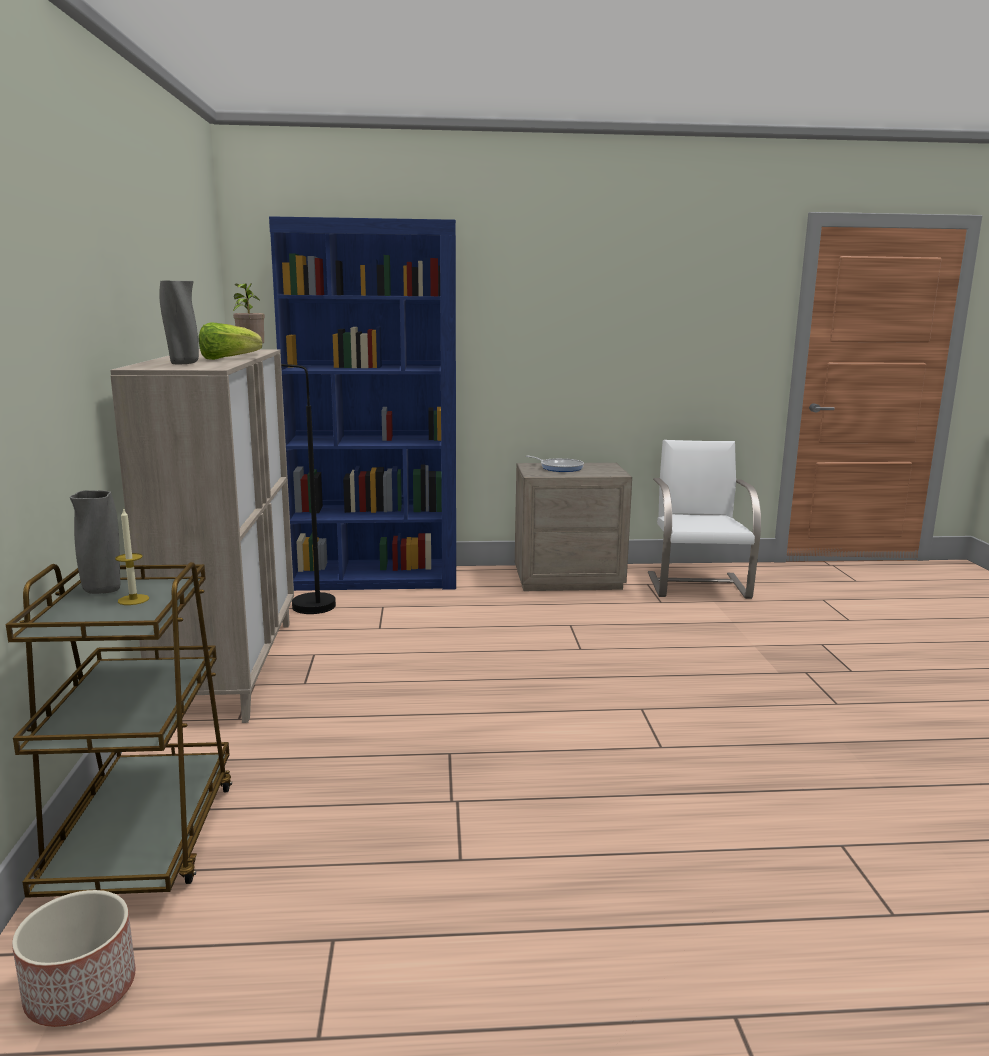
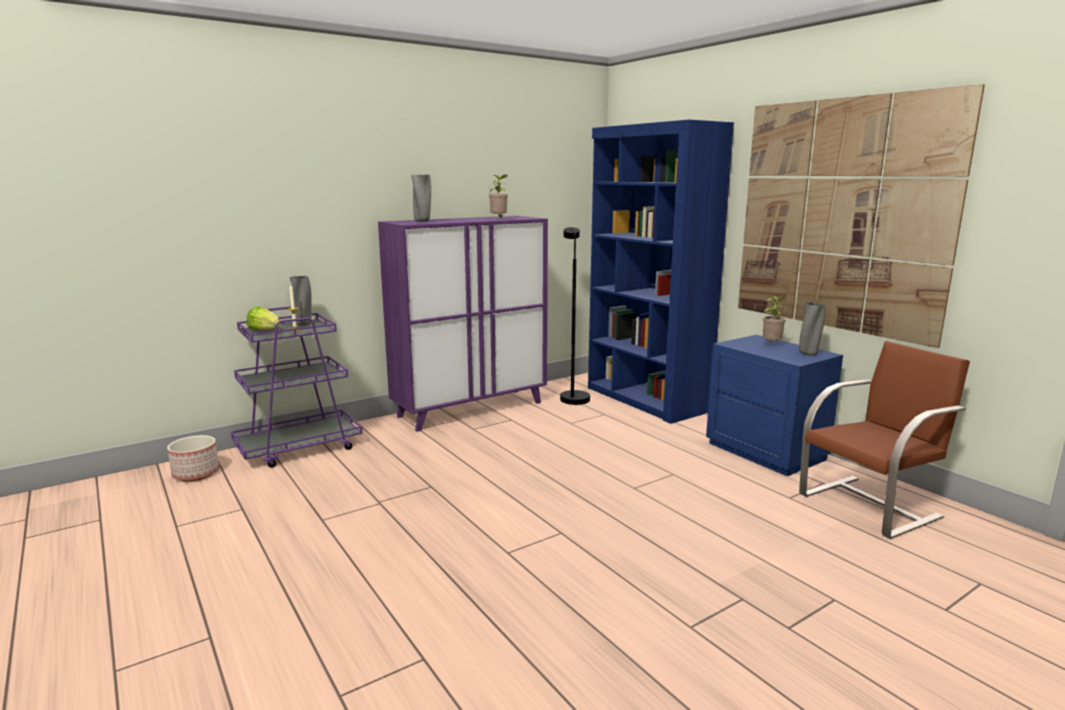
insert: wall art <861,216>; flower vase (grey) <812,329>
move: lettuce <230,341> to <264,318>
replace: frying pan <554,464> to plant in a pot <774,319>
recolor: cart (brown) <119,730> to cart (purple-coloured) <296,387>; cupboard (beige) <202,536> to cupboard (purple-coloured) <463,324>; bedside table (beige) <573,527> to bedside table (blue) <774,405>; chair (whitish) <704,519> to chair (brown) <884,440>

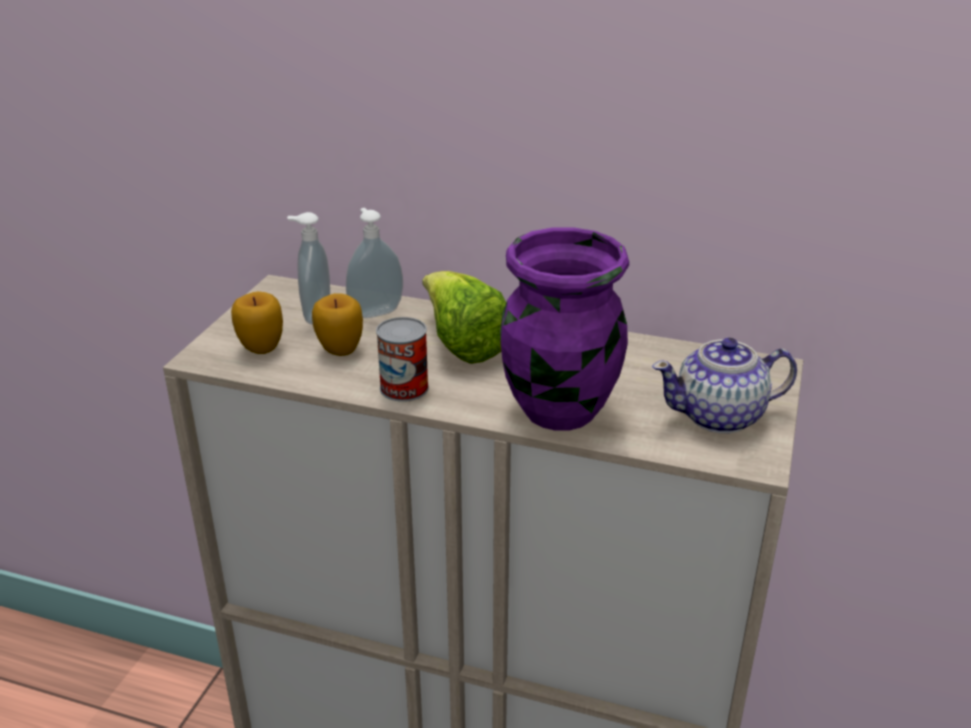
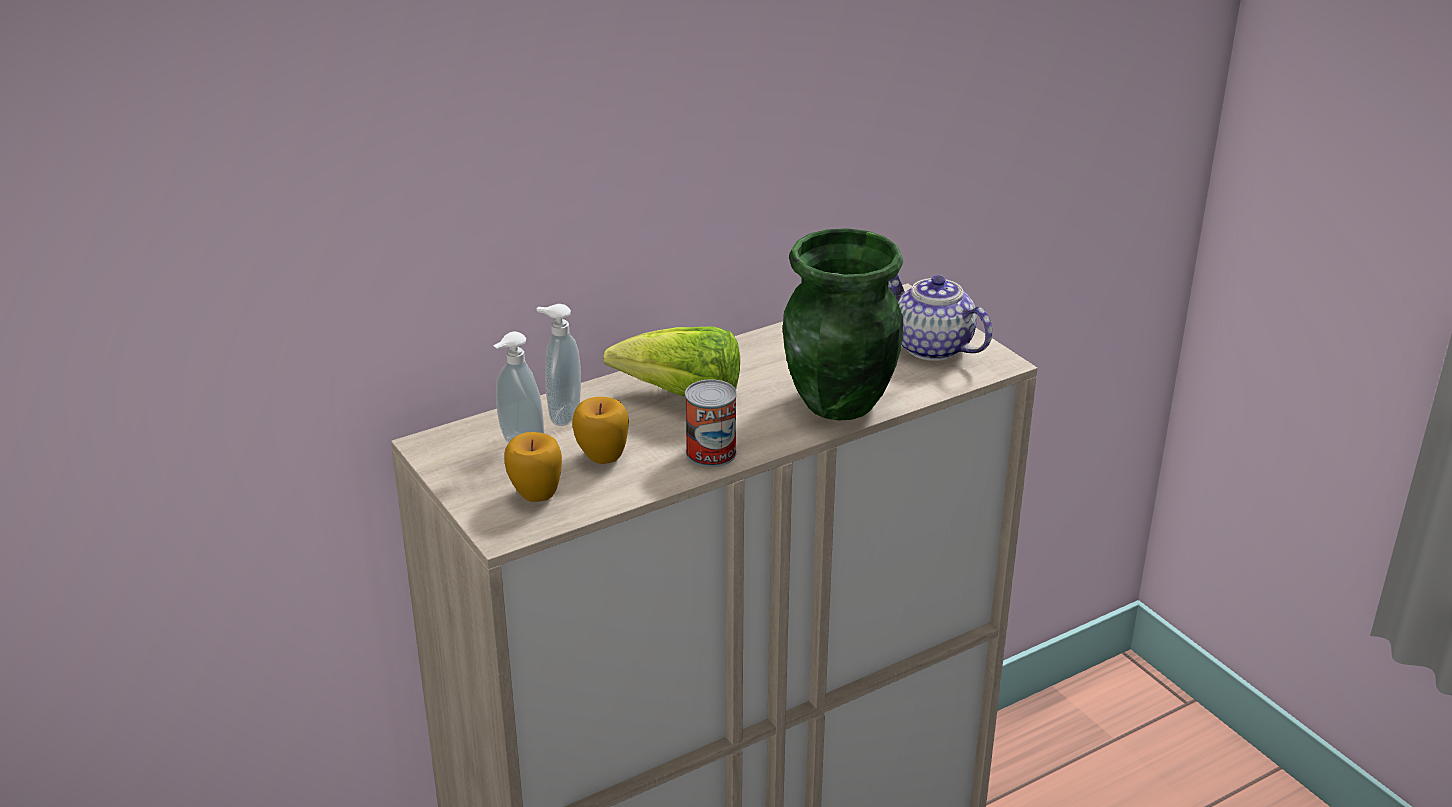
recolor: flower vase (purple-coloured) <564,329> to flower vase (greenish) <843,324>
rotate: teapot <724,386> = <940,317> 105 degrees clockwise

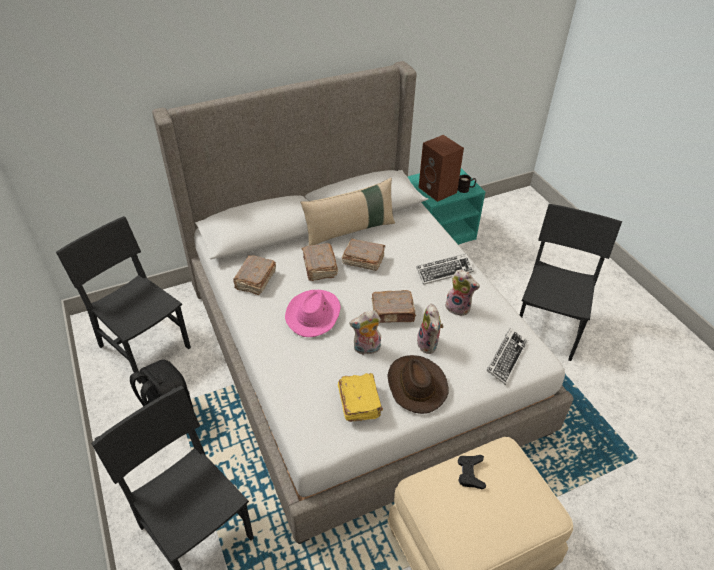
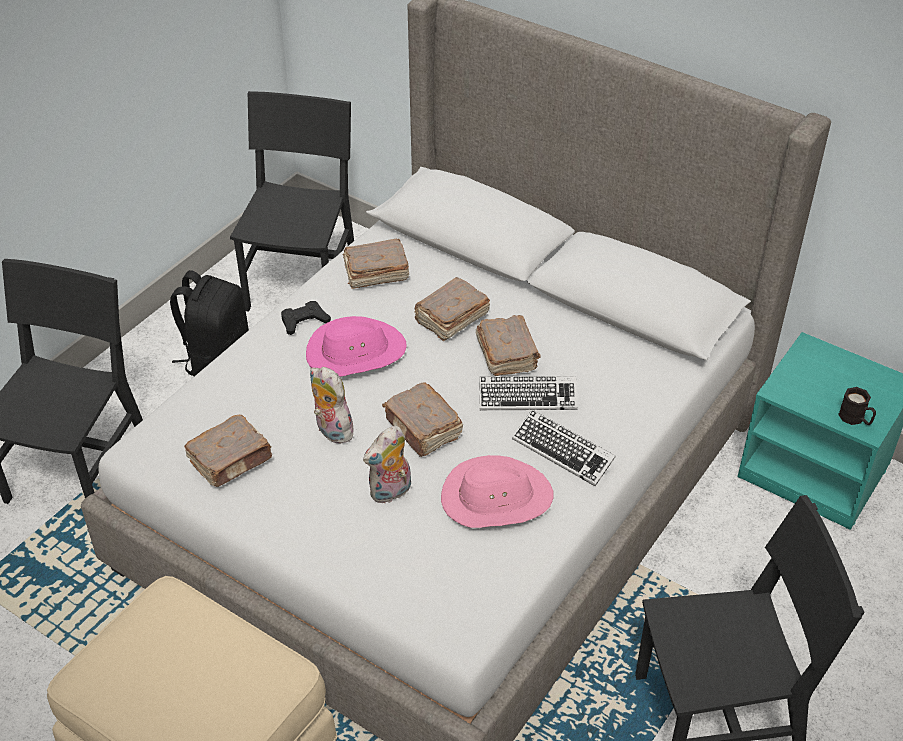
delete: throw pillow (beige) <347,212>; clothing hat (brown) <418,384>; audio speaker (brown) <441,168>
move: game controller (black) <472,472> to <306,318>; PC keyboard <507,356> to <528,393>
replace: soft toy <462,292> to clothing hat (pinkish) <497,491>
recolor: volume (yellowish) <360,397> to volume (brown) <228,451>

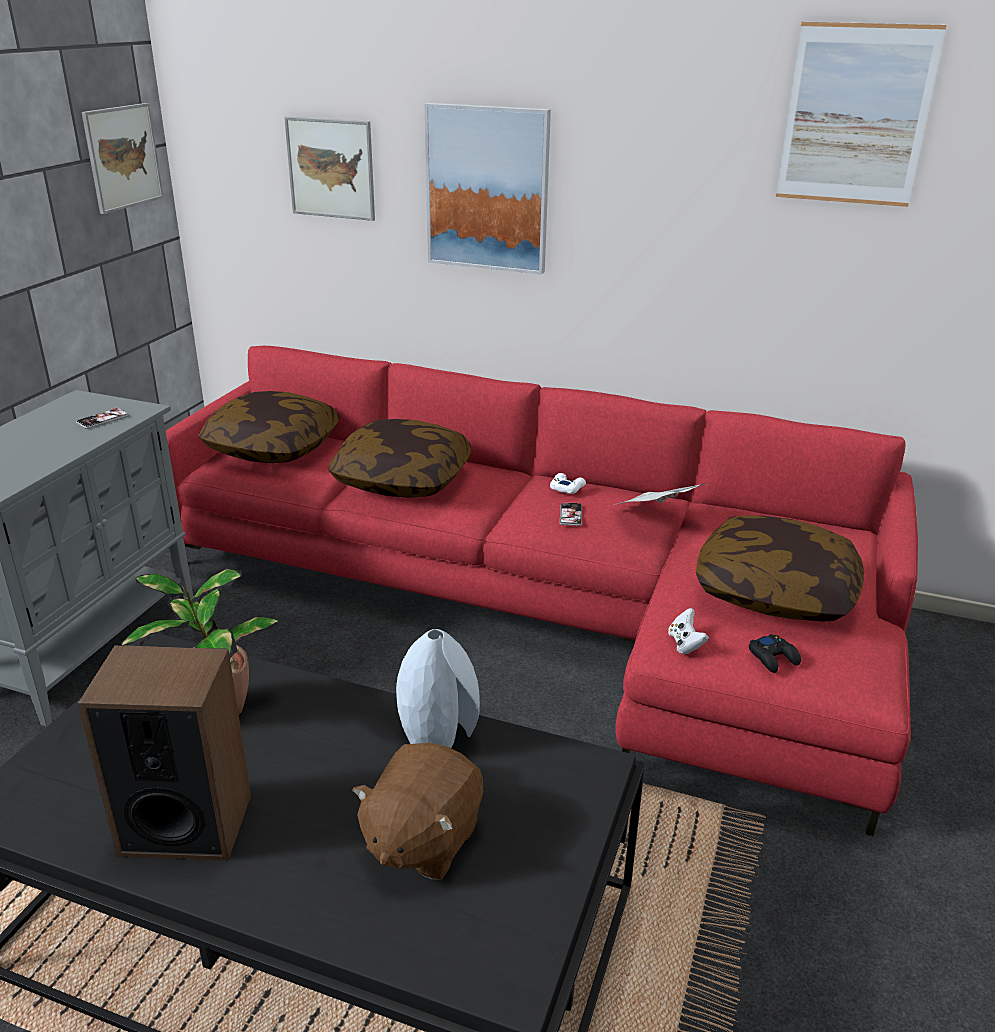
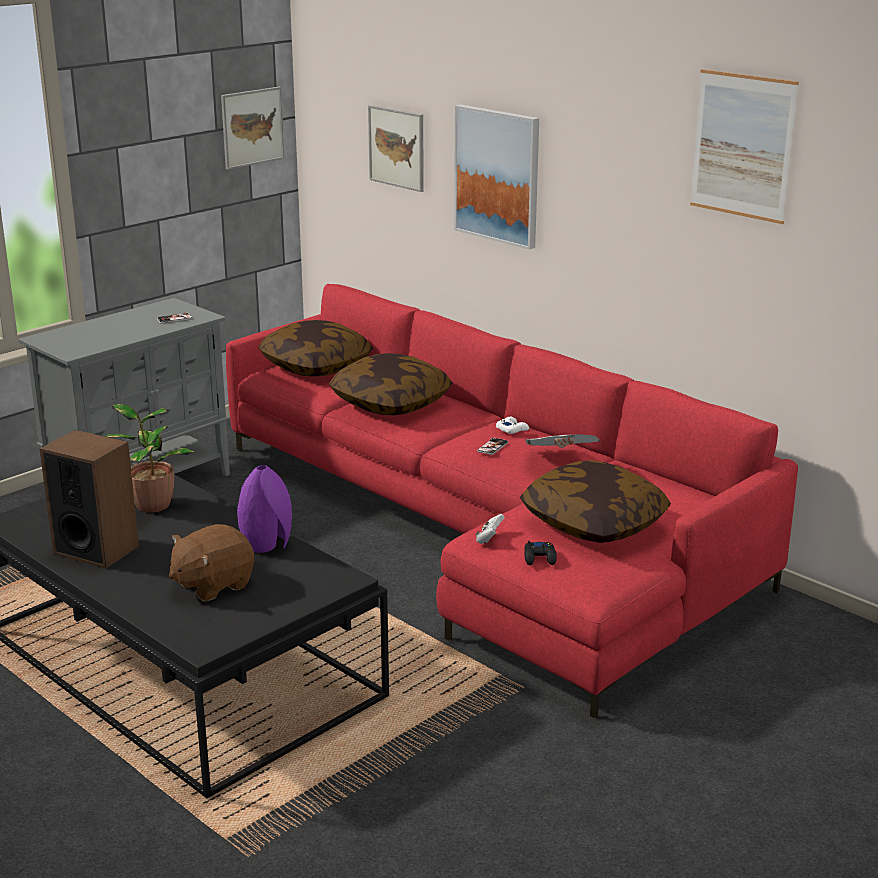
recolor: flower vase (grey) <438,688> to flower vase (purple-coloured) <264,509>

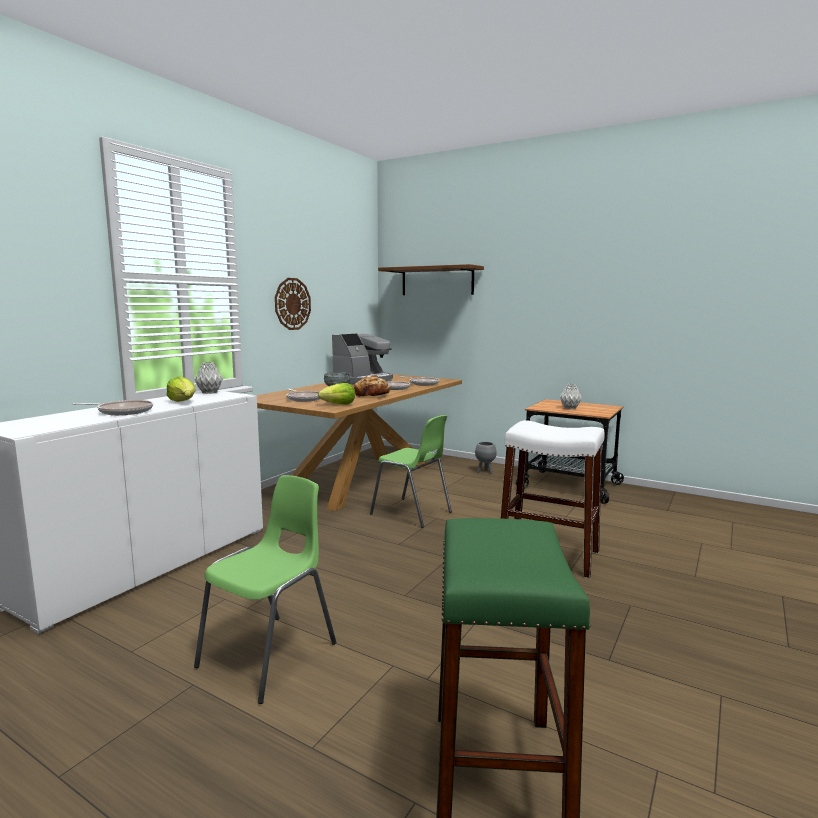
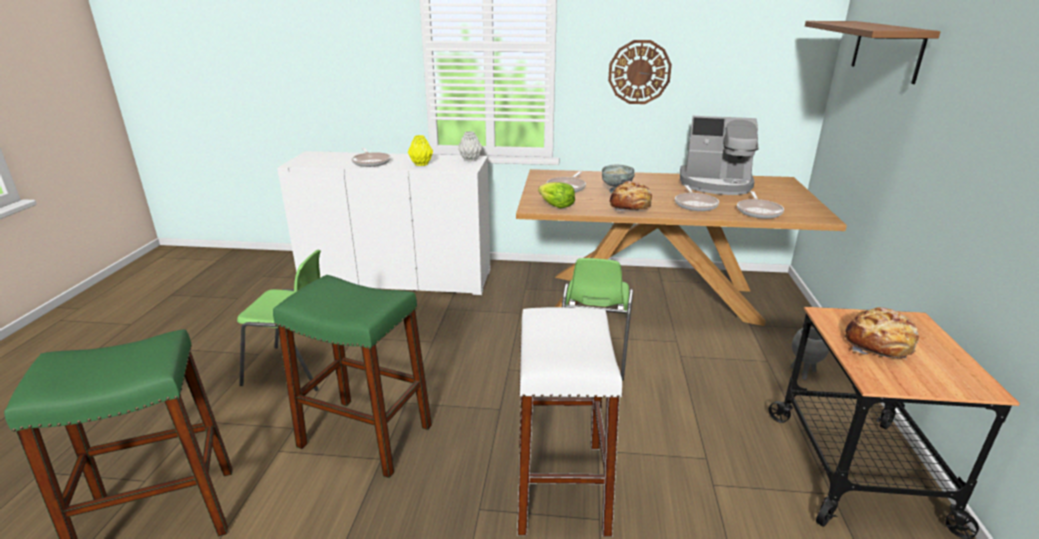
insert: sitting stool (greenish) <352,376>
replace: lettuce <181,389> to flower vase (yellowish) <420,150>; flower vase (grey) <571,396> to baked bread <882,333>

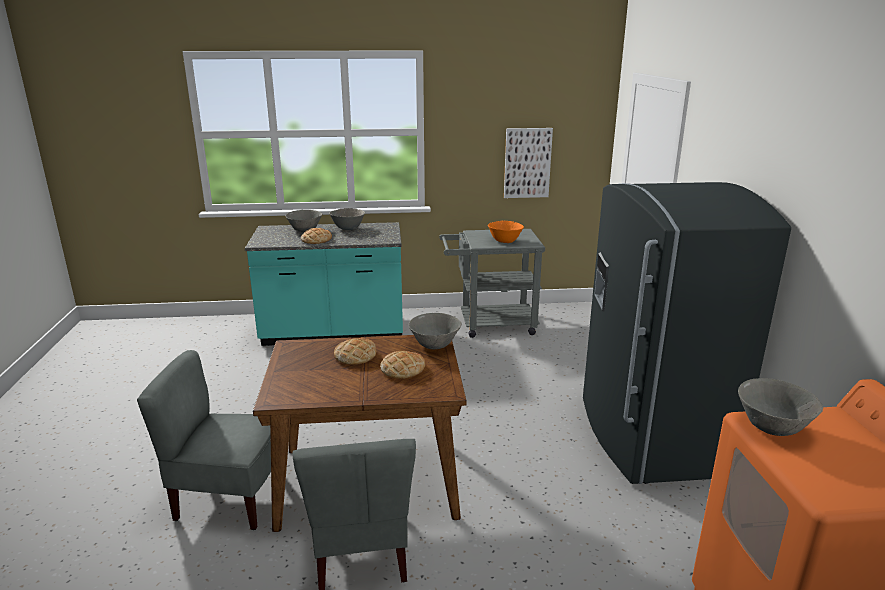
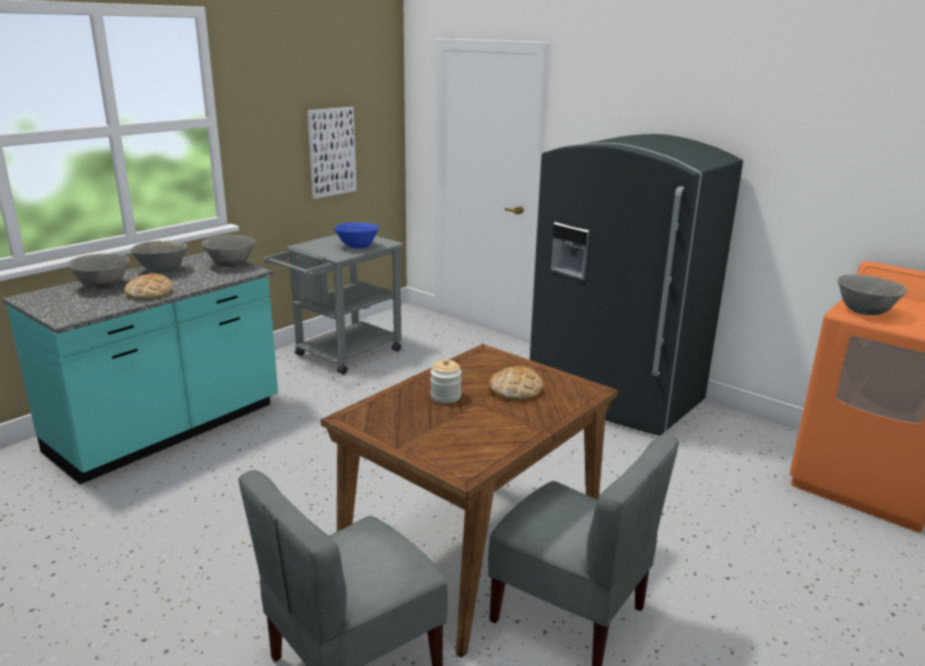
move: deep dish (grey) <435,331> to <229,251>
replace: baked bread <355,351> to storage jar <446,380>
recolor: deep dish (orangey) <506,232> to deep dish (blue) <356,235>

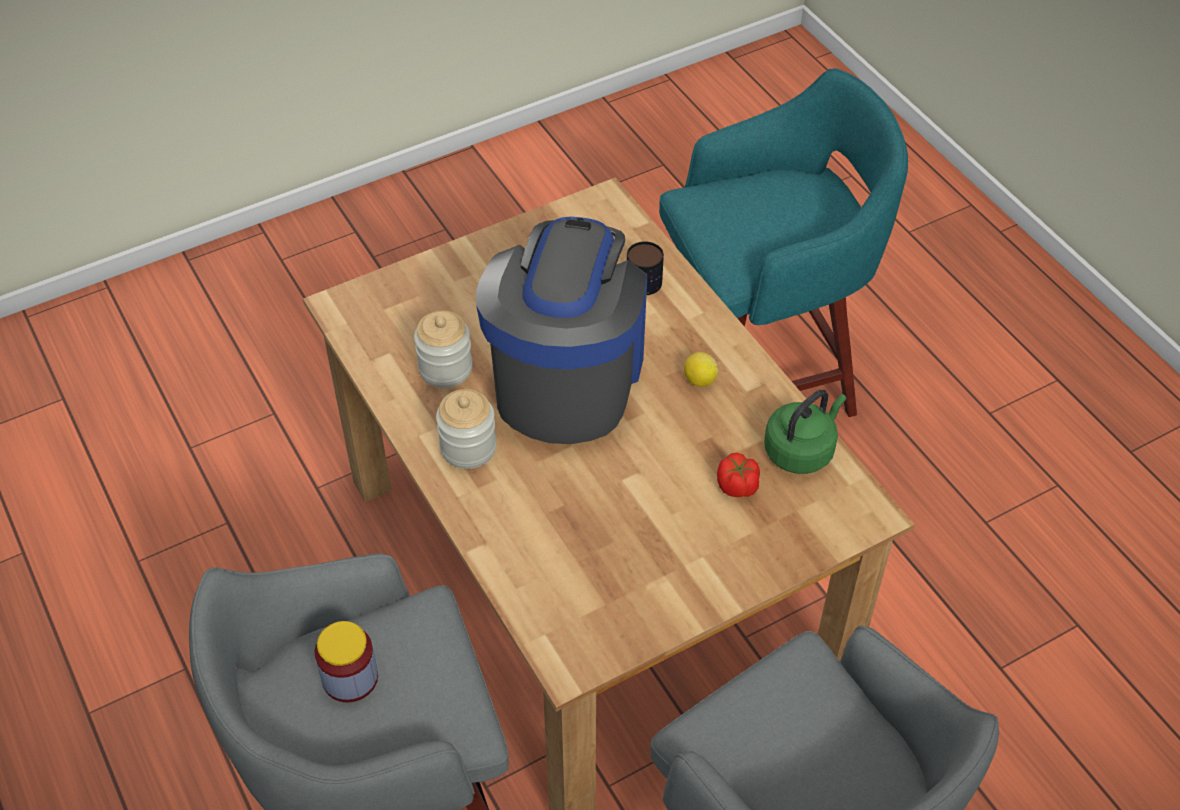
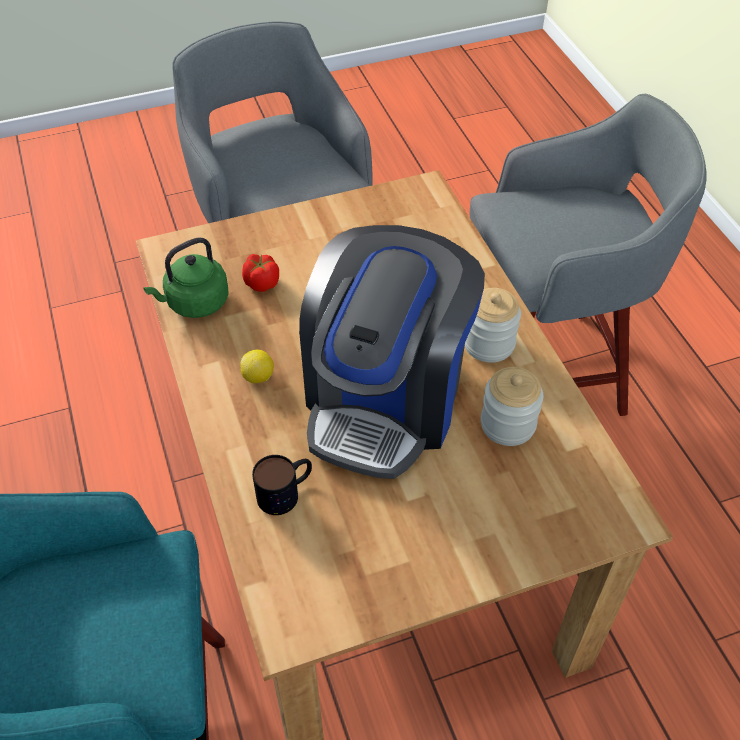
delete: storage jar <346,661>

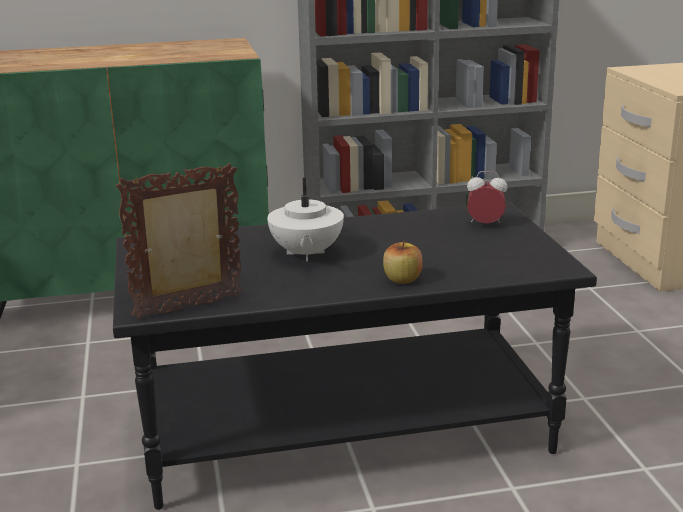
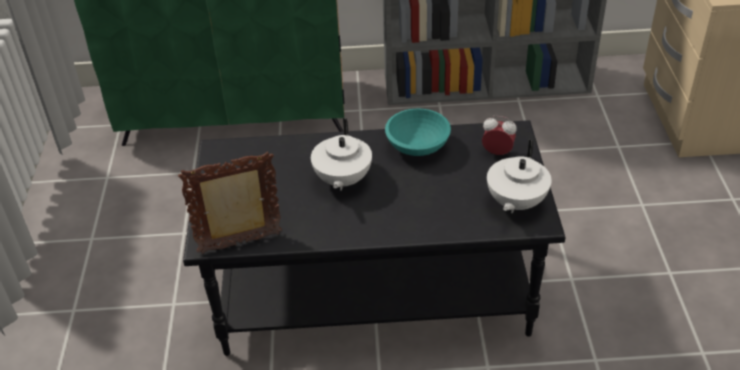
delete: apple <403,262>
insert: deep dish (turquoise-coloured) <418,132>; teapot (whitish) <519,176>

